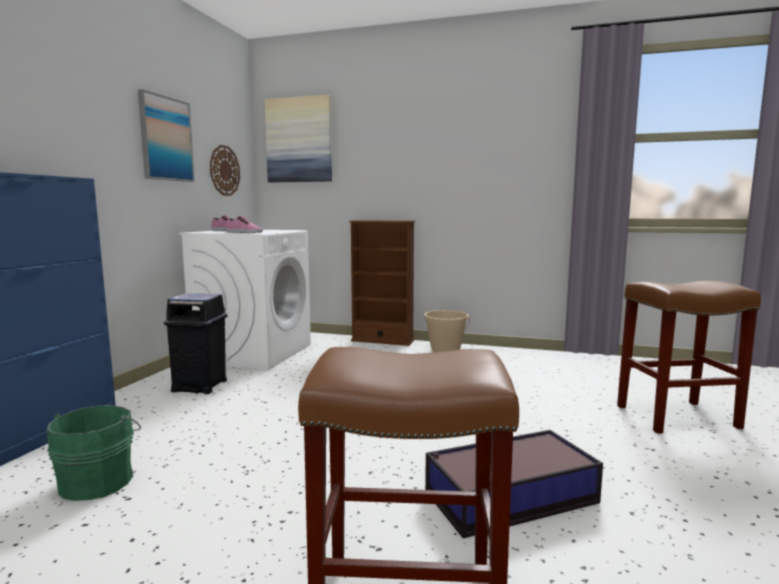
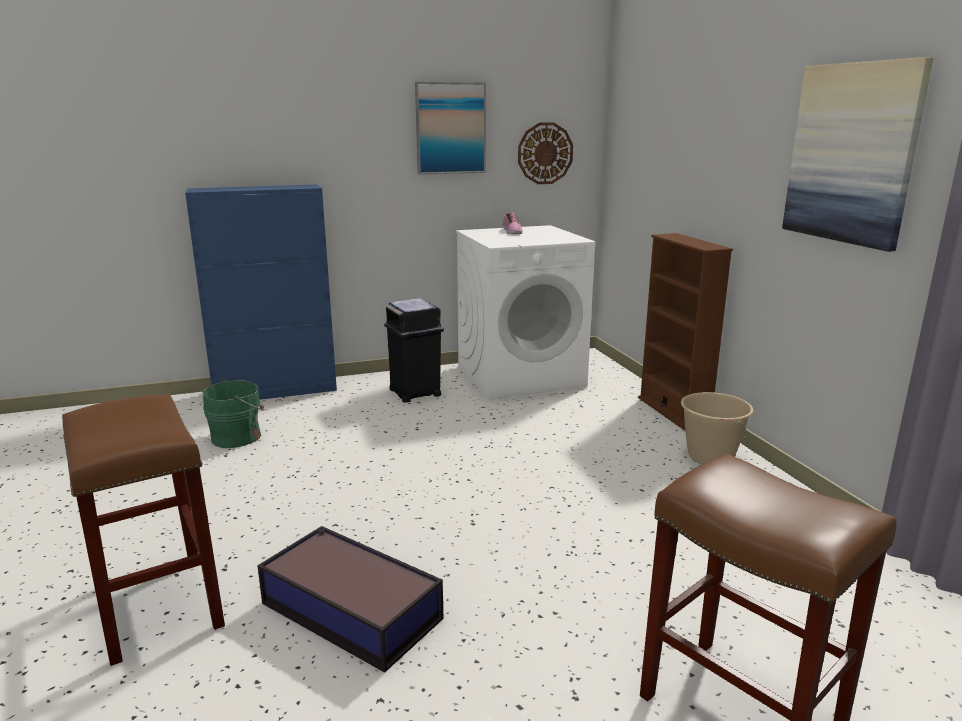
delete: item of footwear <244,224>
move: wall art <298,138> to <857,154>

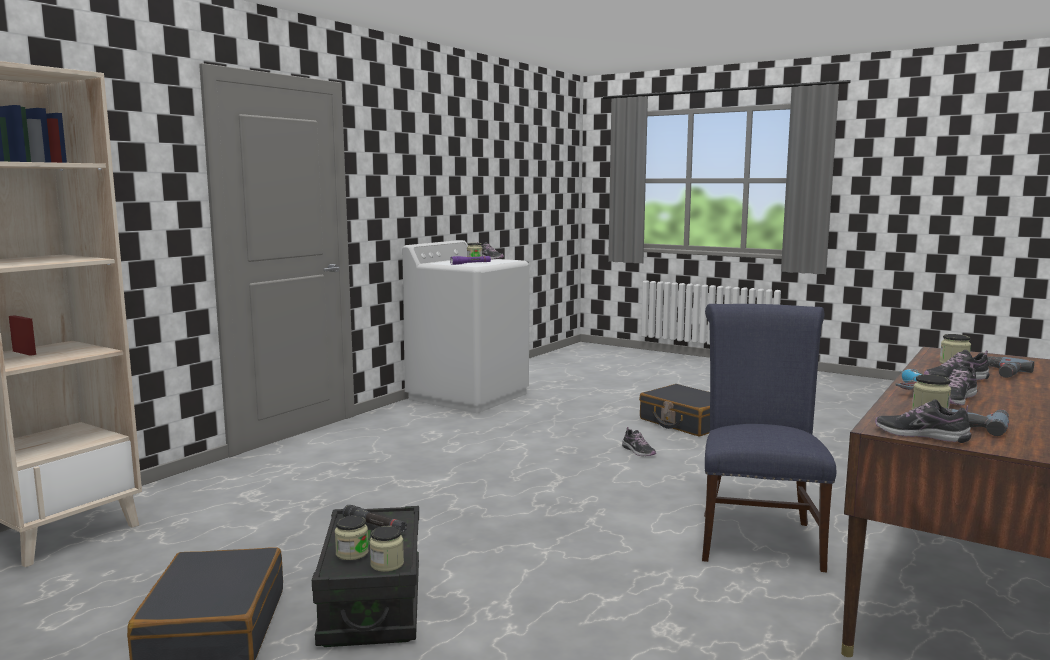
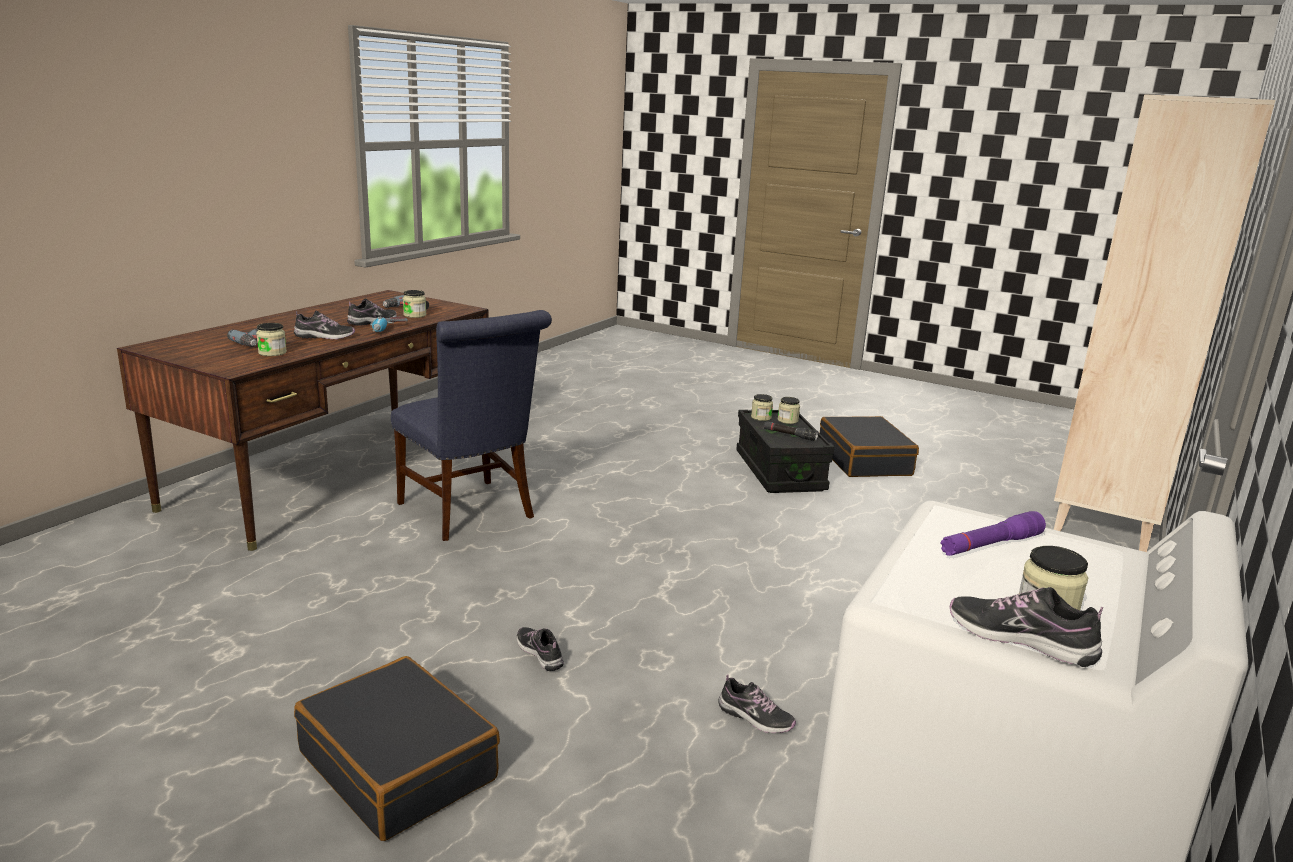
move: item of footwear <923,421> to <757,703>
rotate: chair (blue) <769,438> = <471,425> 45 degrees counterclockwise

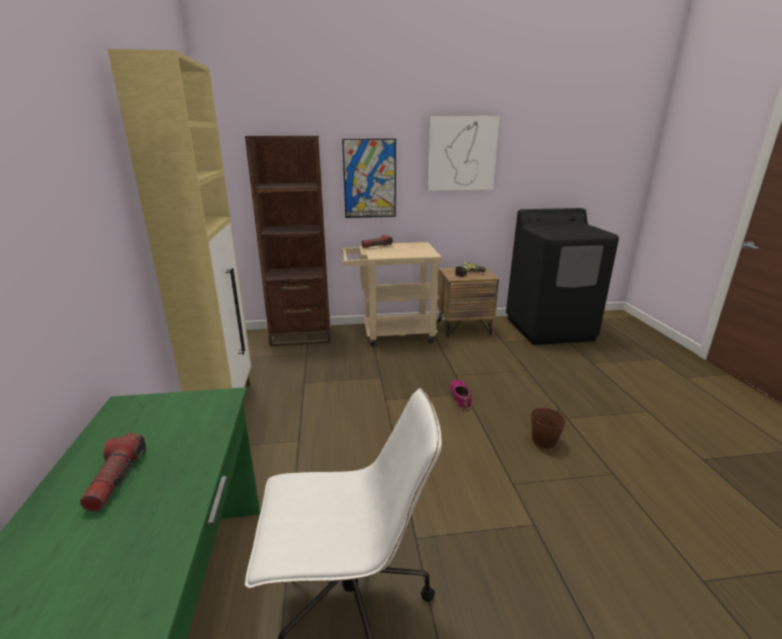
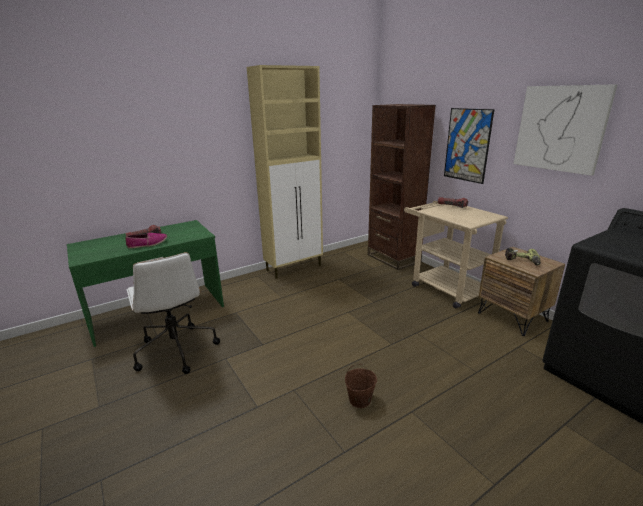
move: item of footwear <461,394> to <146,241>

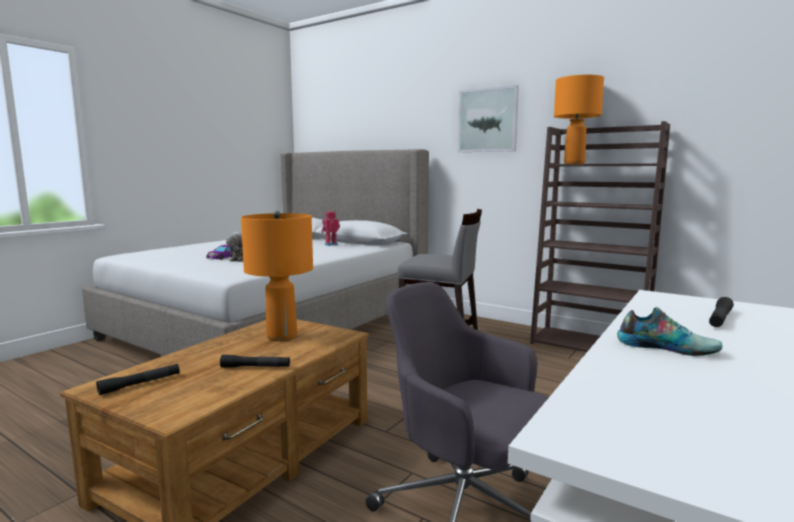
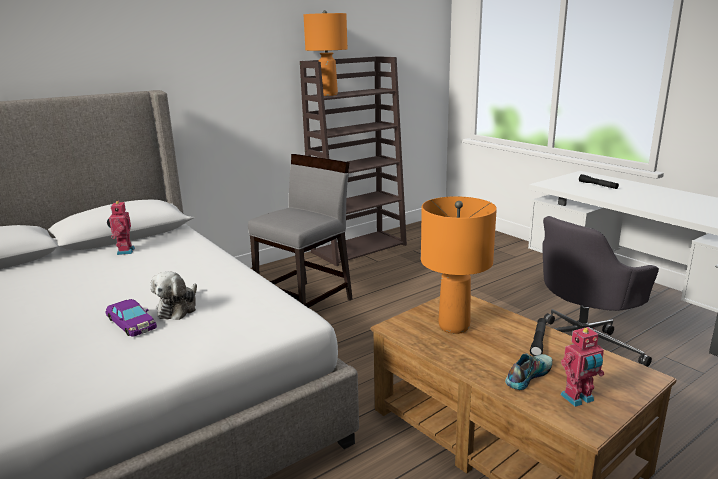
delete: wall art <488,118>
move: item of footwear <669,331> to <528,371>
replace: hand torch (black) <138,379> to toy robot <582,367>

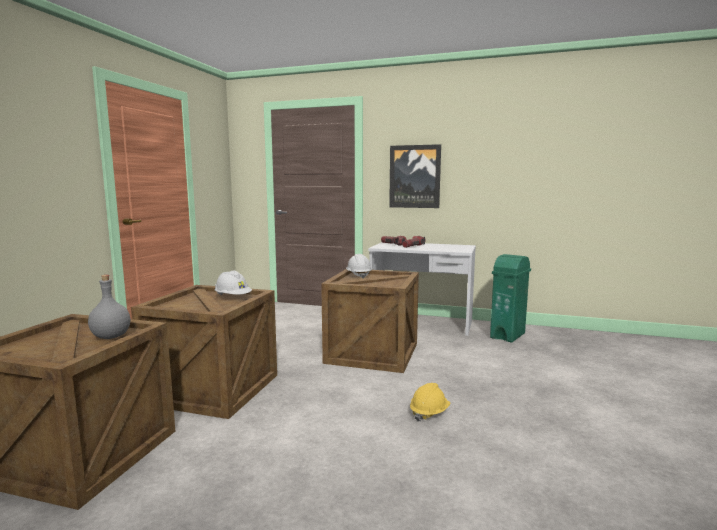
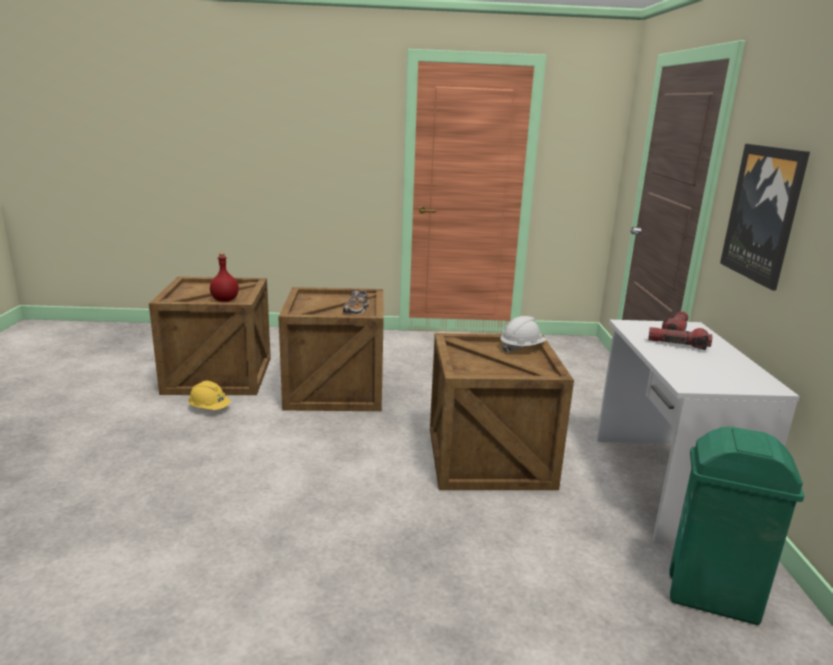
move: hard hat (yellowish) <430,402> to <209,395>
replace: hard hat (whitish) <233,283> to item of footwear <356,302>
recolor: drink bottle (grey) <109,307> to drink bottle (red-coloured) <224,277>

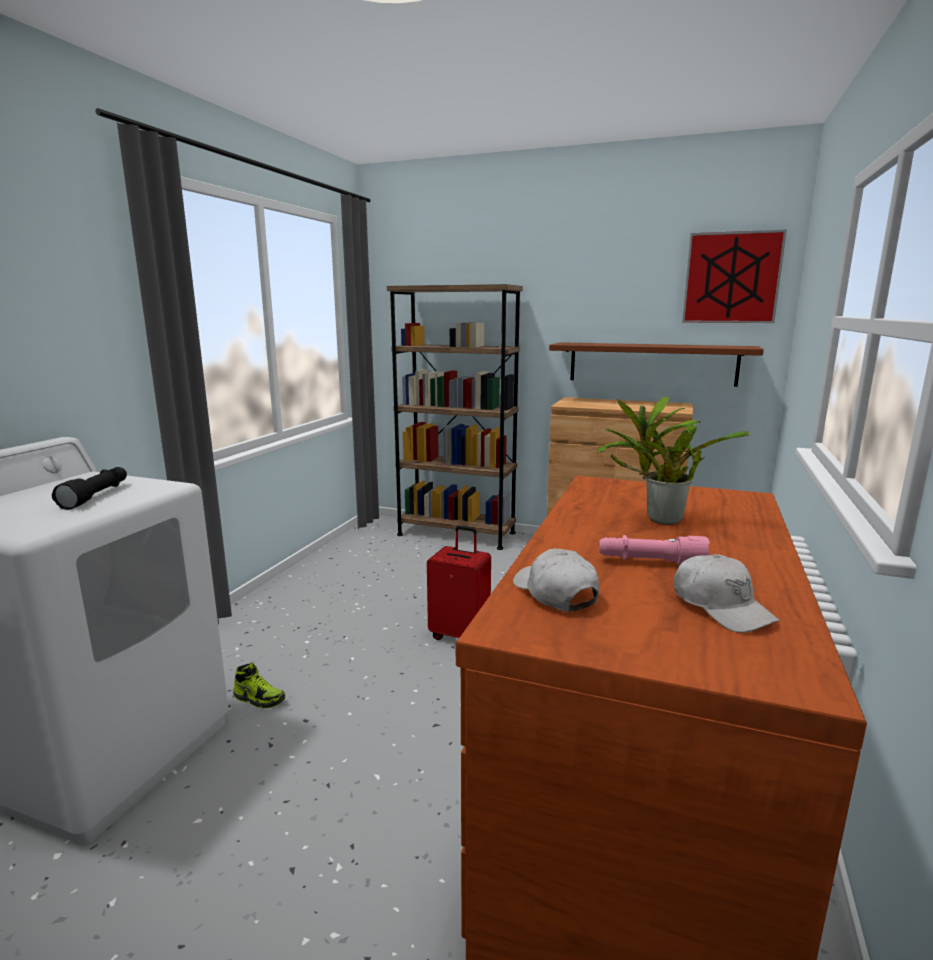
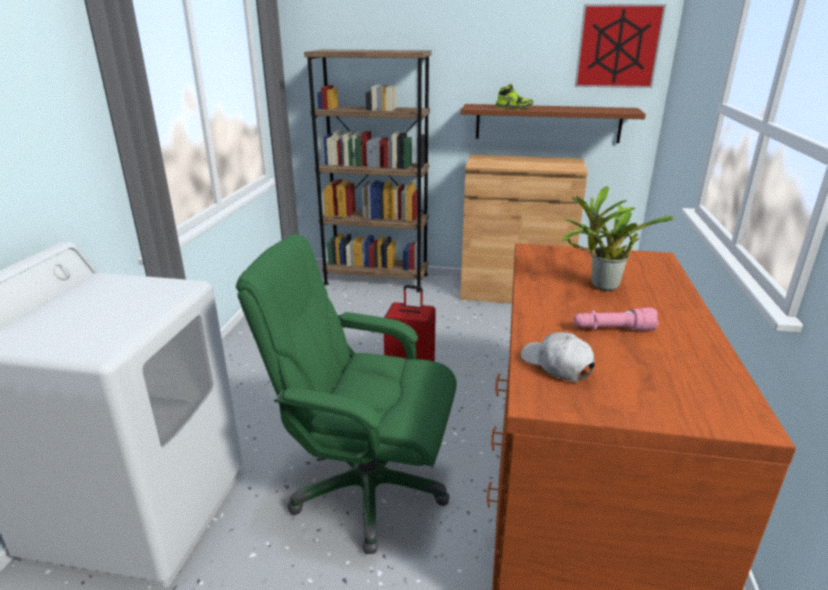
delete: hand torch (black) <89,488>; baseball cap (whitish) <727,593>
insert: computer chair (greenish) <346,394>
move: item of footwear <259,685> to <514,96>

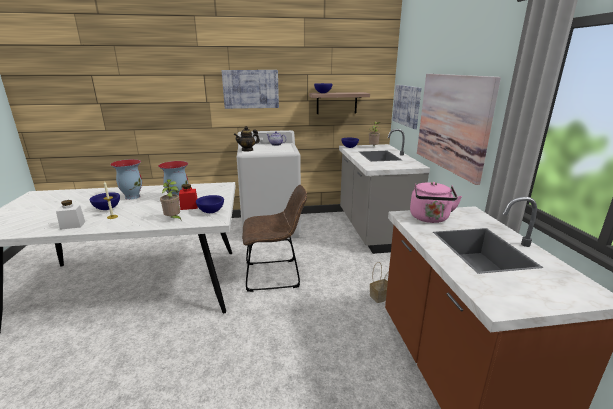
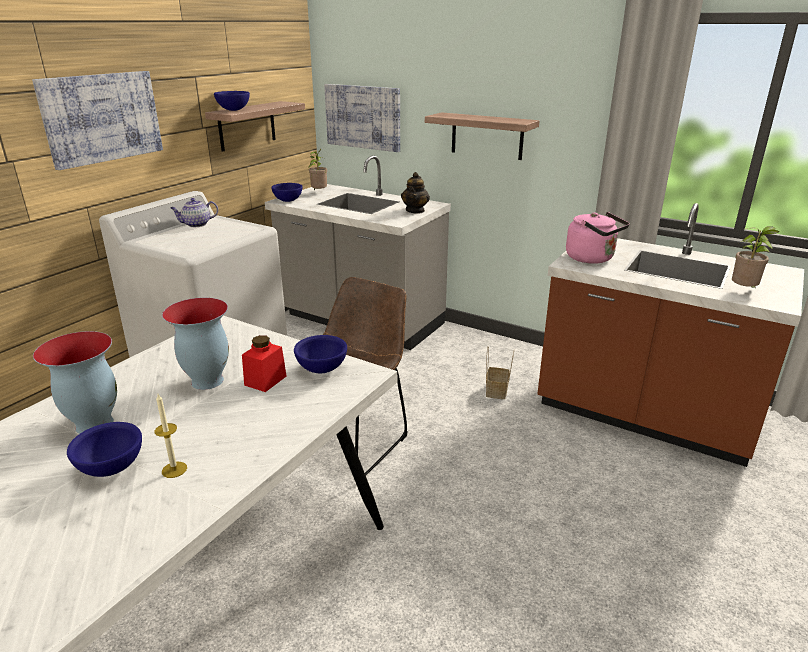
delete: storage jar (whitish) <70,215>
move: teapot <247,139> to <415,192>; plant in a pot <171,200> to <756,257>
replace: wall art <459,129> to bracket shelf <482,136>

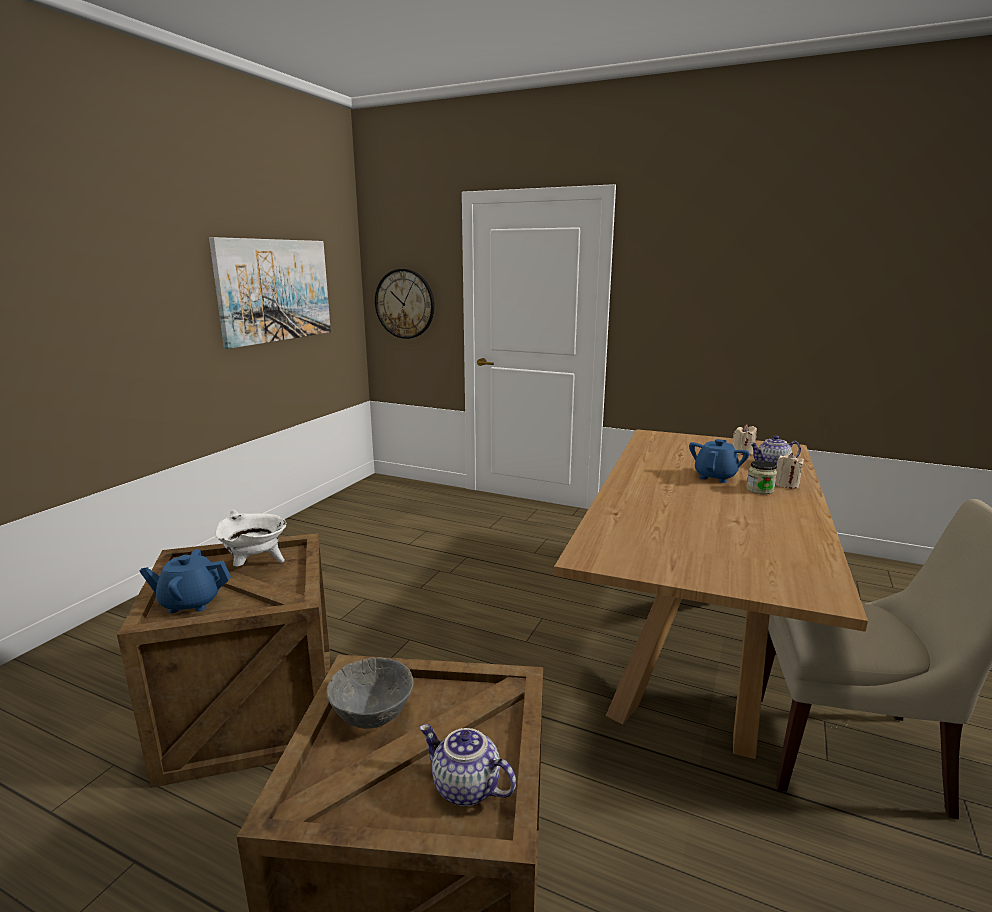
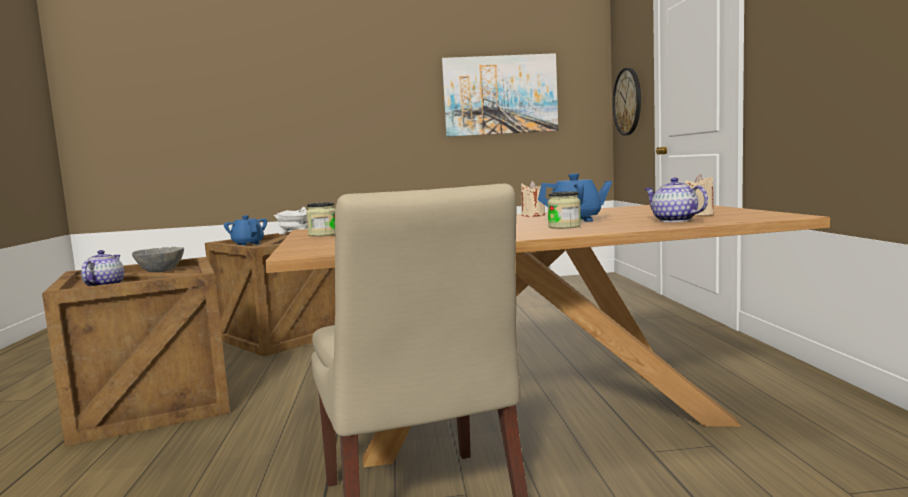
insert: storage jar <320,219>
move: wax light (beige) <789,471> to <533,199>

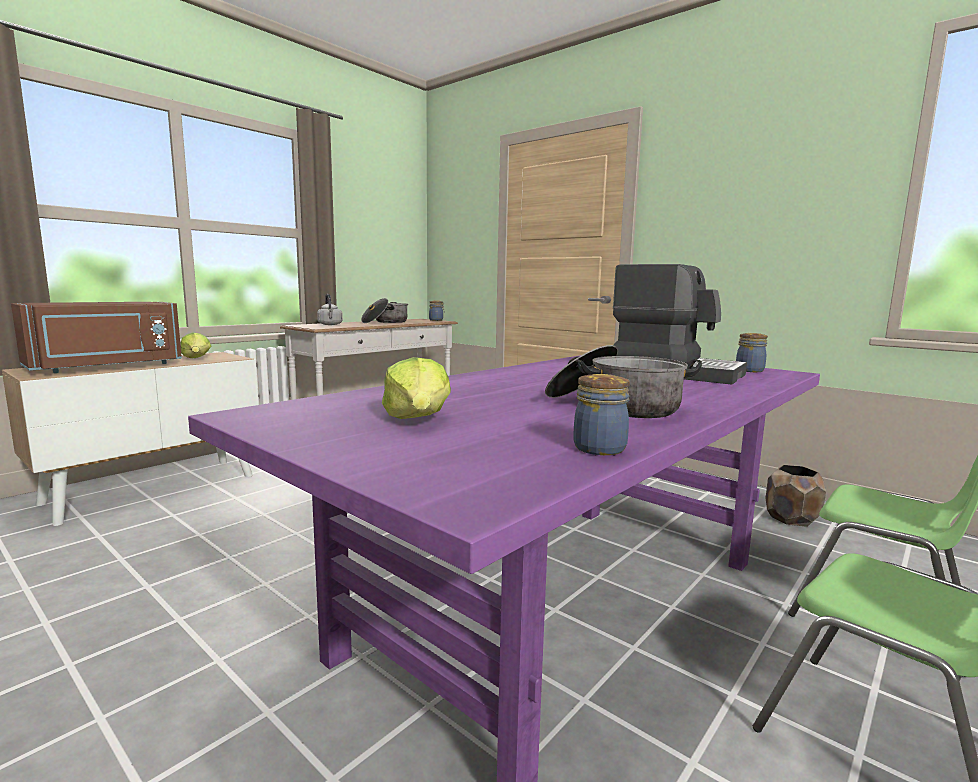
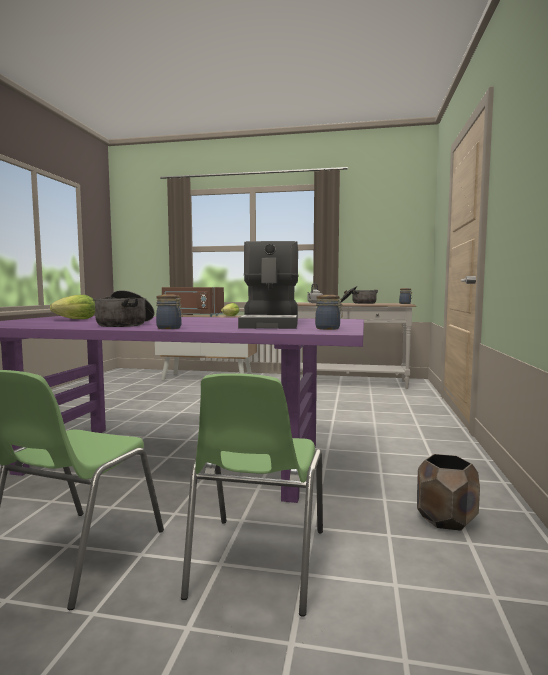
move: storage jar <601,414> to <169,312>

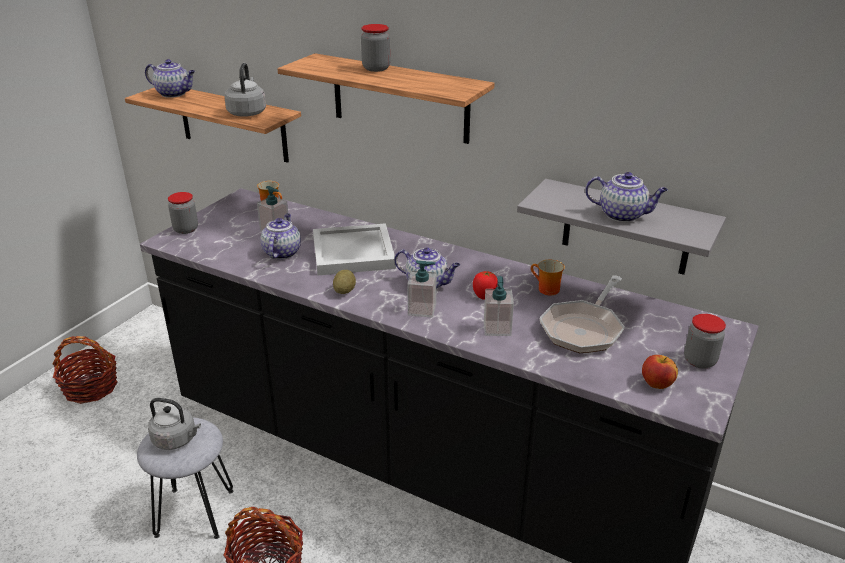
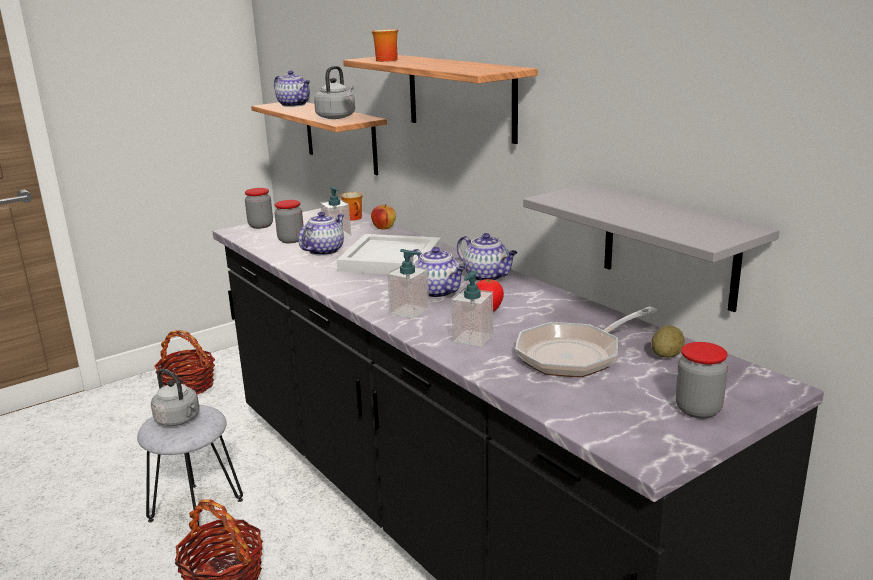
move: storage jar <375,48> to <289,221>; coffee mug <548,277> to <384,45>; apple <660,372> to <383,217>; teapot <626,197> to <487,257>; spud <344,282> to <668,341>

